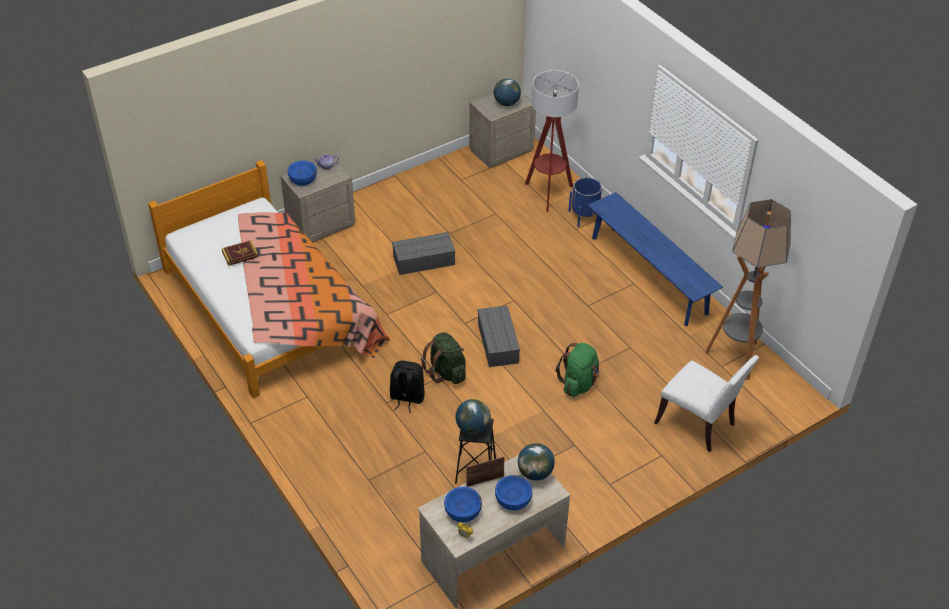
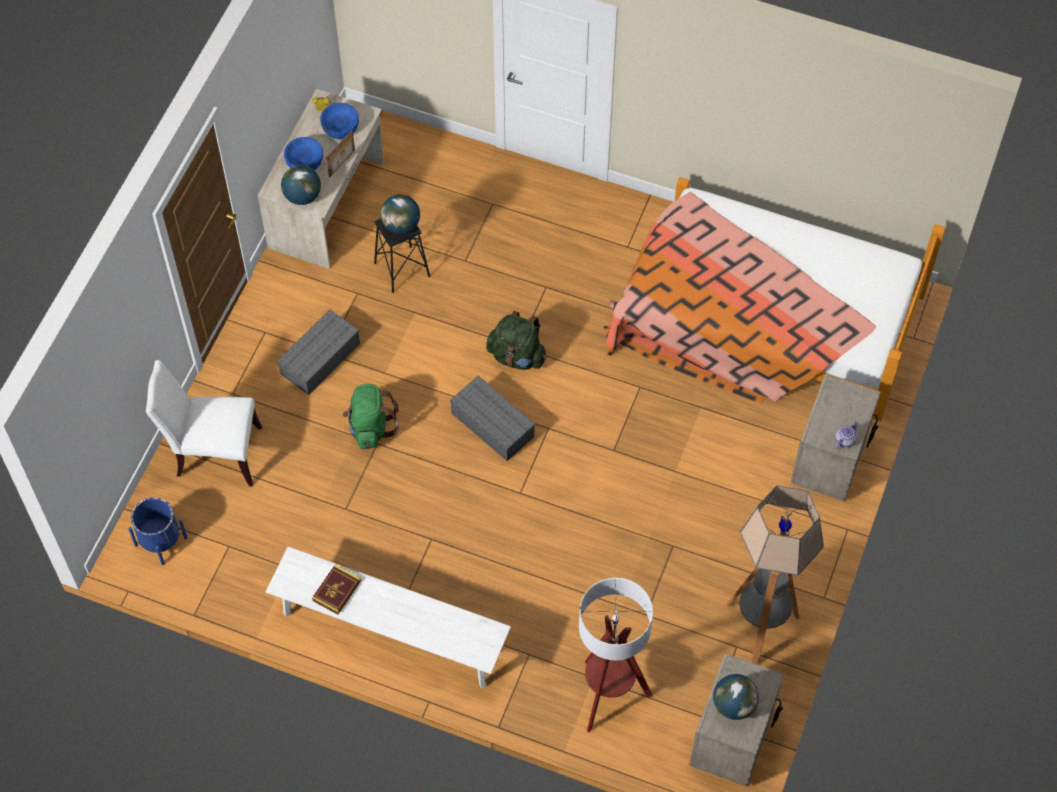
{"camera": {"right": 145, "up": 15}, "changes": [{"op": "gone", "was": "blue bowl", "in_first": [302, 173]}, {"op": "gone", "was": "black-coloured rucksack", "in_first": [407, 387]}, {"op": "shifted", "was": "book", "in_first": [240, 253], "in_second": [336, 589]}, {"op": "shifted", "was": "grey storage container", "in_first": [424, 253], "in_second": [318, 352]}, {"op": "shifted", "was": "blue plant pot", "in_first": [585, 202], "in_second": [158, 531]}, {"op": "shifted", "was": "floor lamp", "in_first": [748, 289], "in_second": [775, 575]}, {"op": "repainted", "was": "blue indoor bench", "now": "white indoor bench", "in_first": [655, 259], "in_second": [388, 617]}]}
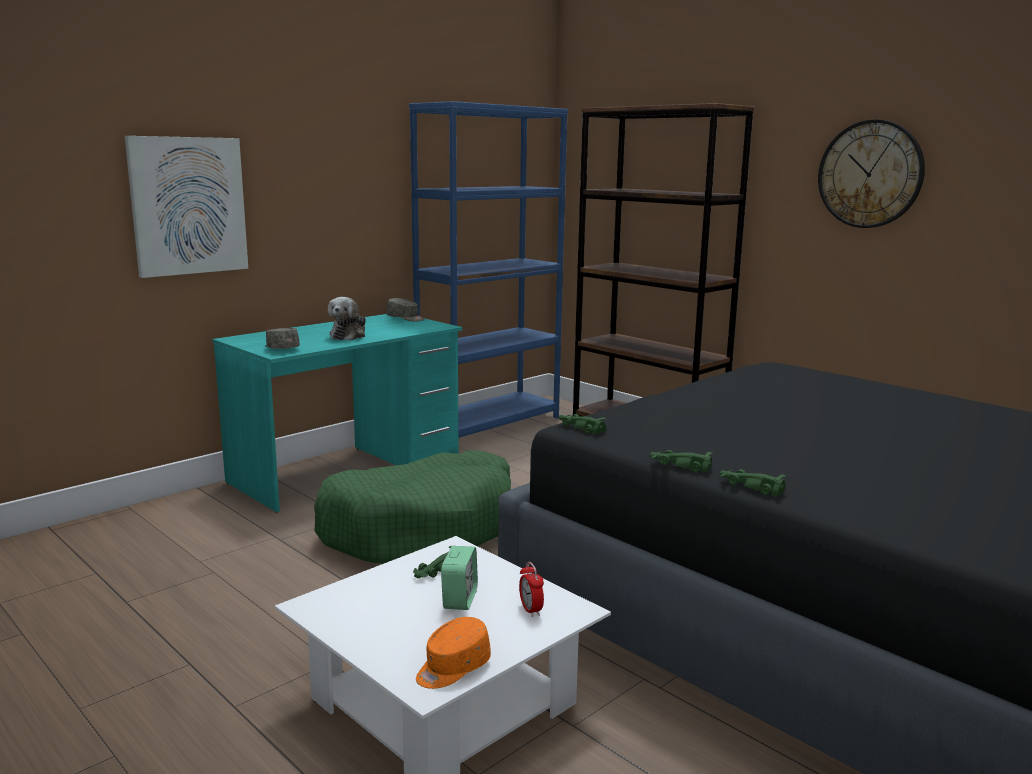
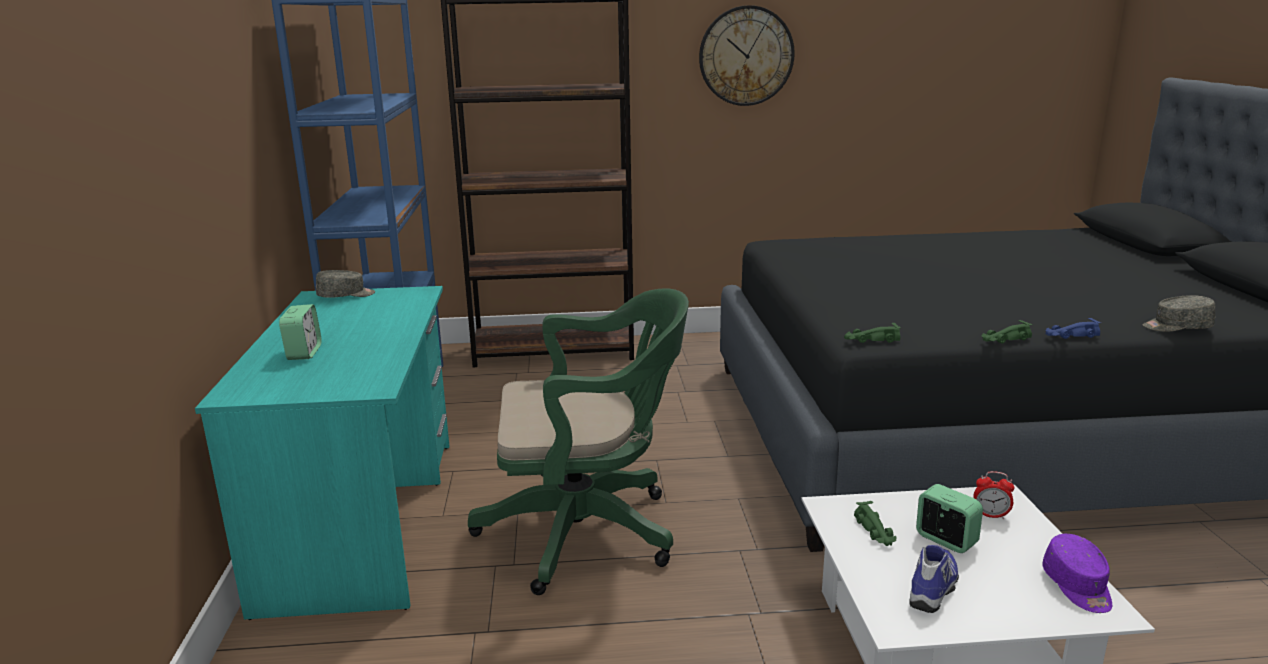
{"camera": {"right": -50, "up": 5}, "changes": [{"op": "gone", "was": "picture", "in_first": [186, 207]}, {"op": "gone", "was": "cuddly toy", "in_first": [347, 318]}, {"op": "new", "now": "bedside clock", "in_second": [300, 332]}, {"op": "new", "now": "shoe", "in_second": [934, 579]}, {"op": "shifted", "was": "grey baseball cap", "in_first": [282, 338], "in_second": [1178, 313]}, {"op": "swapped", "was": "greenish pet bed", "now": "greenish desk chair", "in_first": [412, 507], "in_second": [578, 441]}, {"op": "repainted", "was": "orange baseball cap", "now": "purple baseball cap", "in_first": [453, 653], "in_second": [1077, 573]}, {"op": "repainted", "was": "greenish miniature car", "now": "blue miniature car", "in_first": [752, 482], "in_second": [1073, 328]}]}
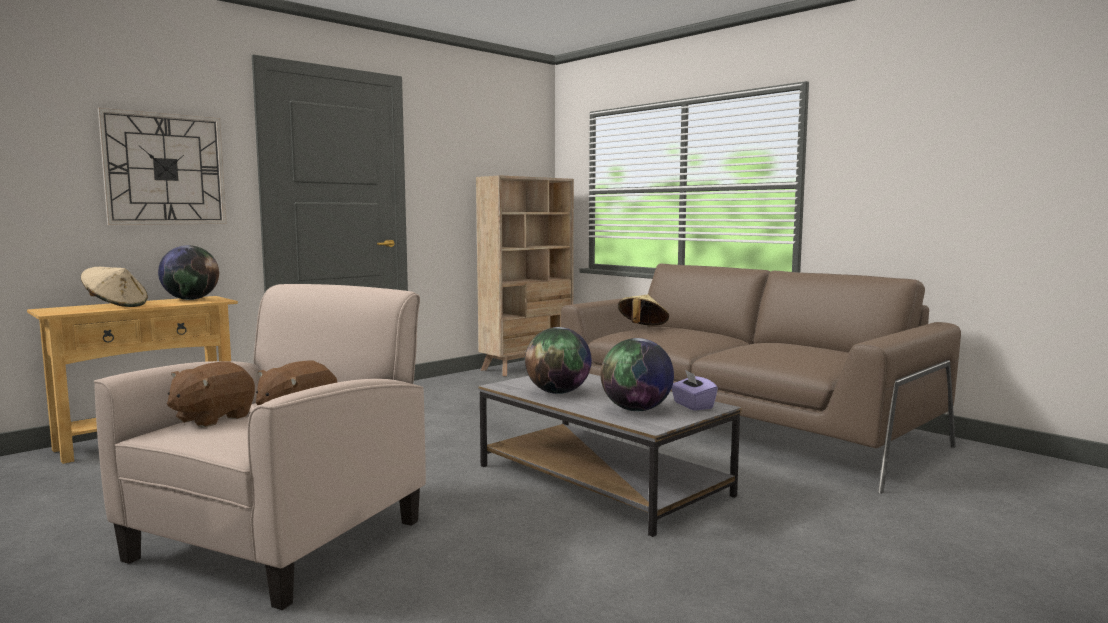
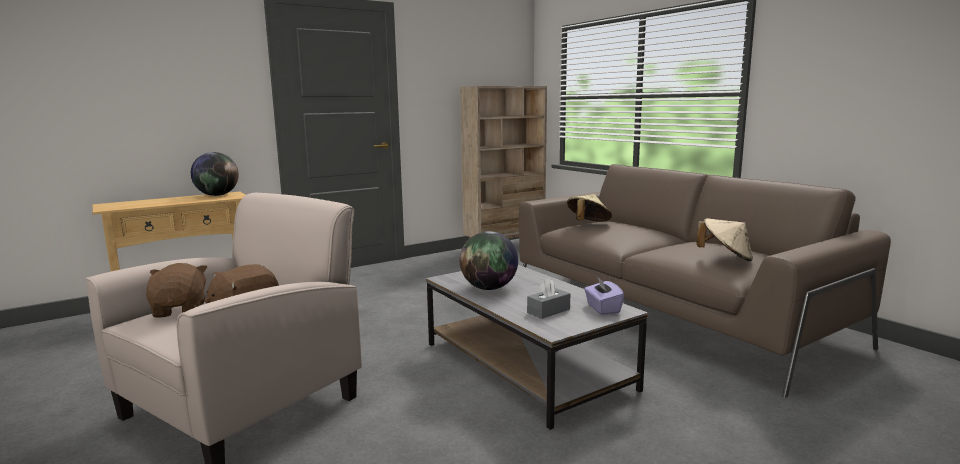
{"camera": {"right": 10, "up": 5}, "changes": [{"op": "gone", "was": "wall clock", "in_first": [162, 166]}, {"op": "shifted", "was": "beige-coloured wearable hat", "in_first": [114, 287], "in_second": [724, 239]}, {"op": "swapped", "was": "globe", "now": "grey tissue box", "in_first": [637, 374], "in_second": [548, 298]}, {"op": "rotated", "was": "brown-coloured cuddly toy", "in_first": [211, 394], "in_second": [177, 290], "clockwise": 120}]}
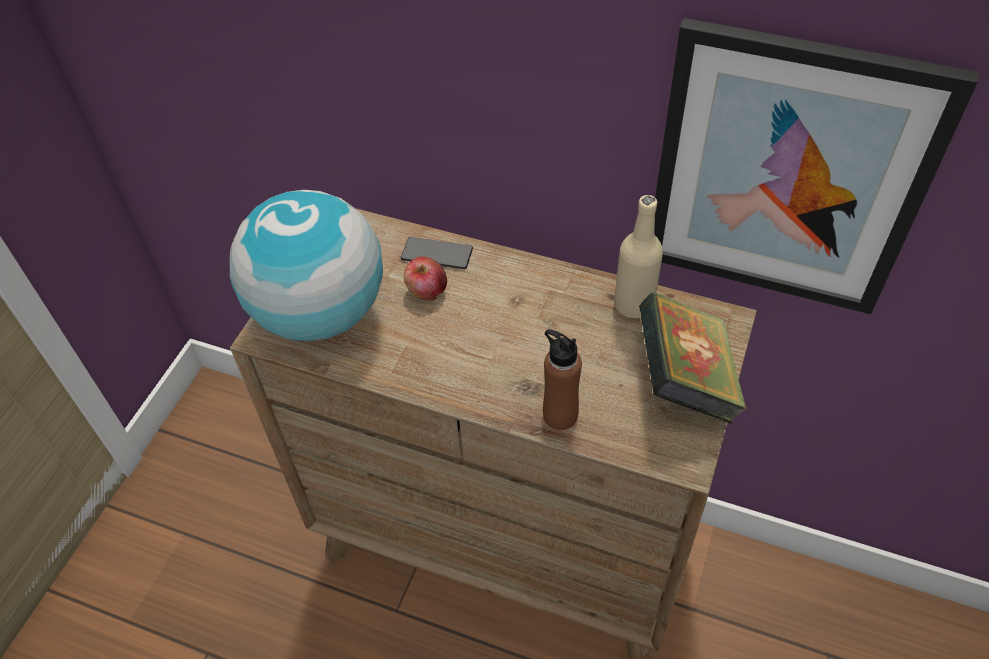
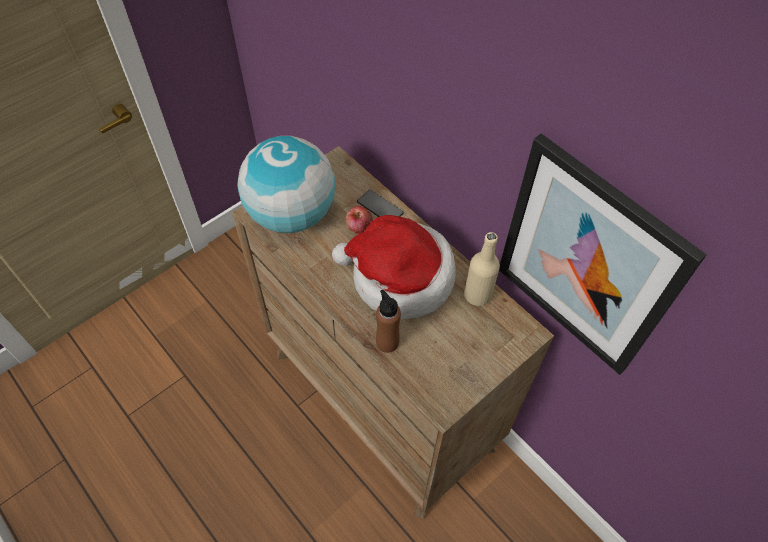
{"camera": {"right": 25, "up": 5}, "changes": [{"op": "gone", "was": "book", "in_first": [693, 358]}, {"op": "new", "now": "wearable hat", "in_second": [394, 267]}]}
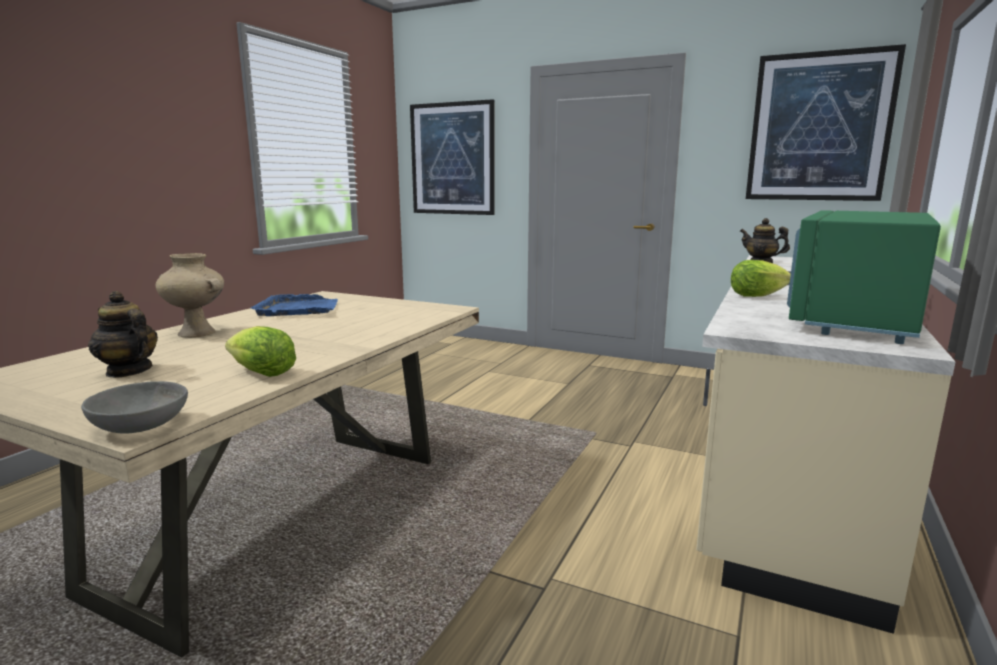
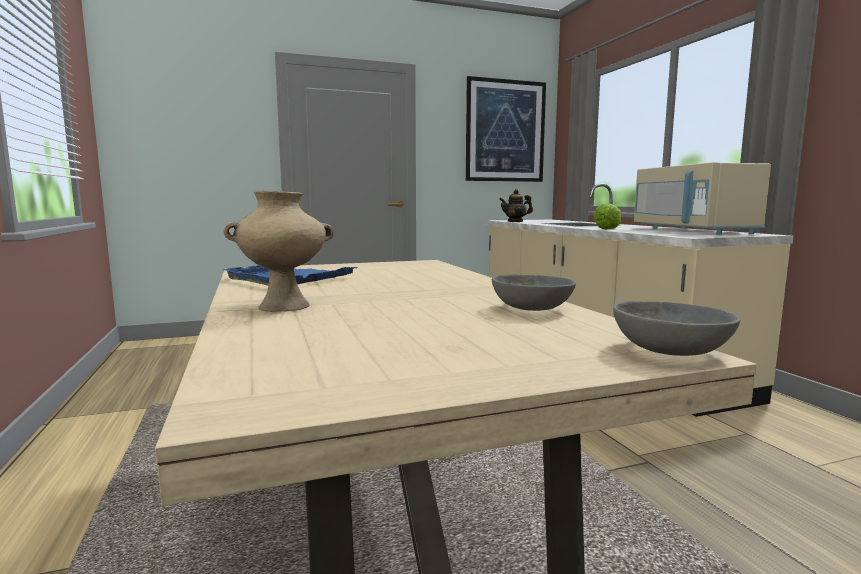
{"camera": {"right": -45, "up": -5}, "changes": [{"op": "gone", "was": "pot for tea", "in_first": [123, 334]}, {"op": "gone", "was": "picture", "in_first": [452, 157]}, {"op": "swapped", "was": "head of lettuce", "now": "grey bowl", "in_first": [260, 351], "in_second": [534, 292]}, {"op": "repainted", "was": "greenish microwave oven", "now": "beige-coloured microwave oven", "in_first": [864, 277], "in_second": [702, 198]}]}
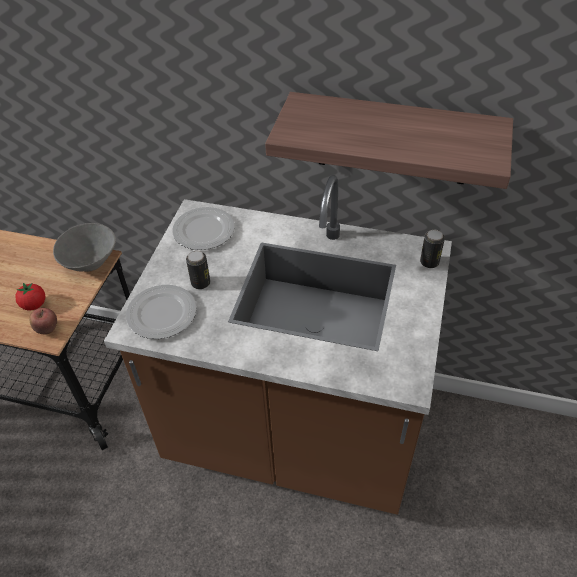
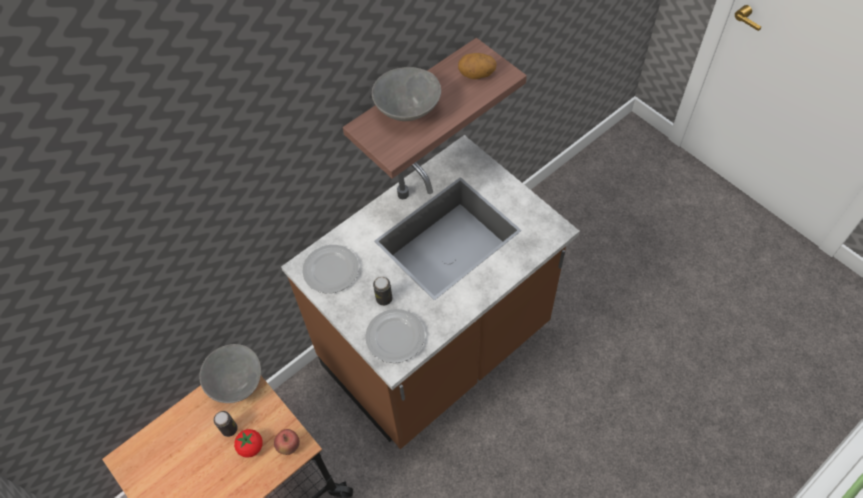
{"camera": {"right": -55, "up": 10}, "changes": [{"op": "new", "now": "grey bowl", "in_second": [406, 94]}, {"op": "new", "now": "spud", "in_second": [477, 66]}, {"op": "shifted", "was": "metal can", "in_first": [432, 249], "in_second": [226, 424]}]}
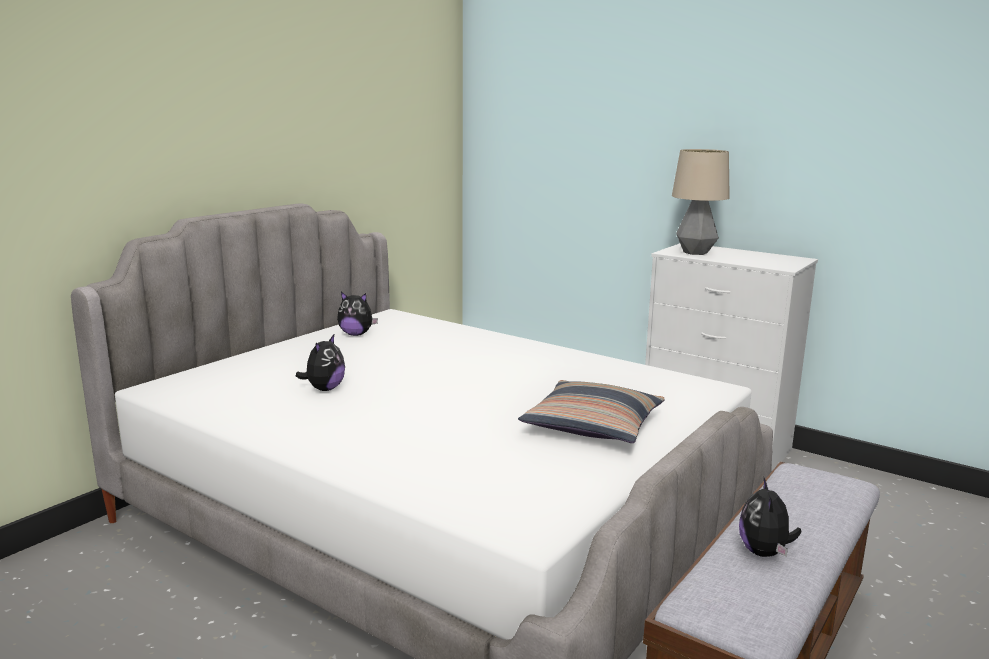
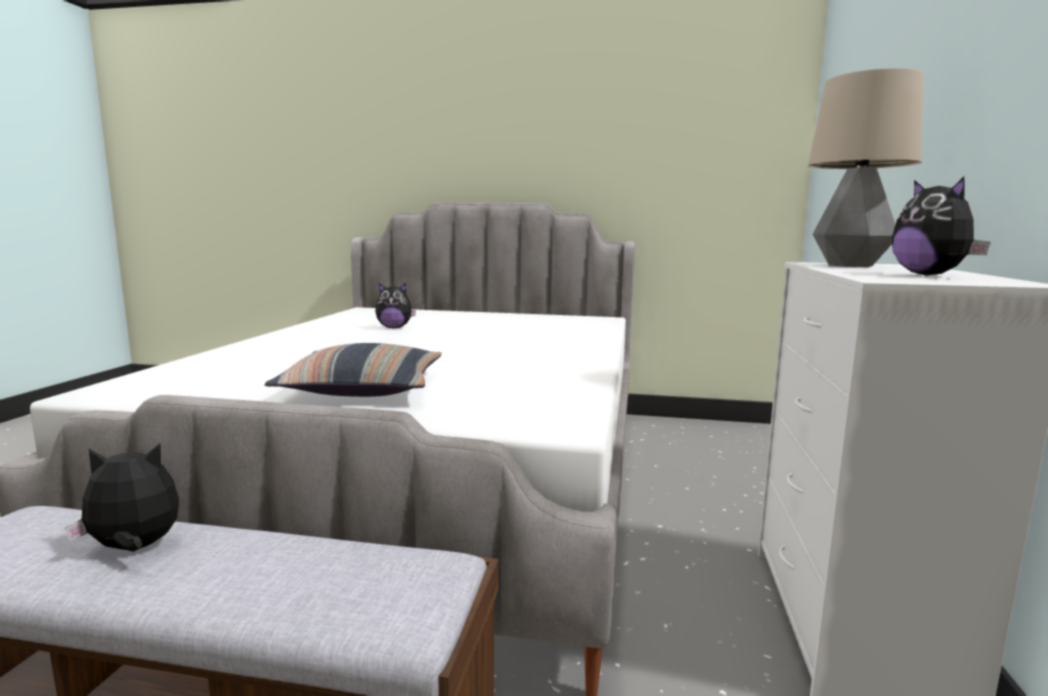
{"camera": {"right": 65, "up": -5}, "changes": [{"op": "shifted", "was": "cuddly toy", "in_first": [357, 314], "in_second": [941, 226]}]}
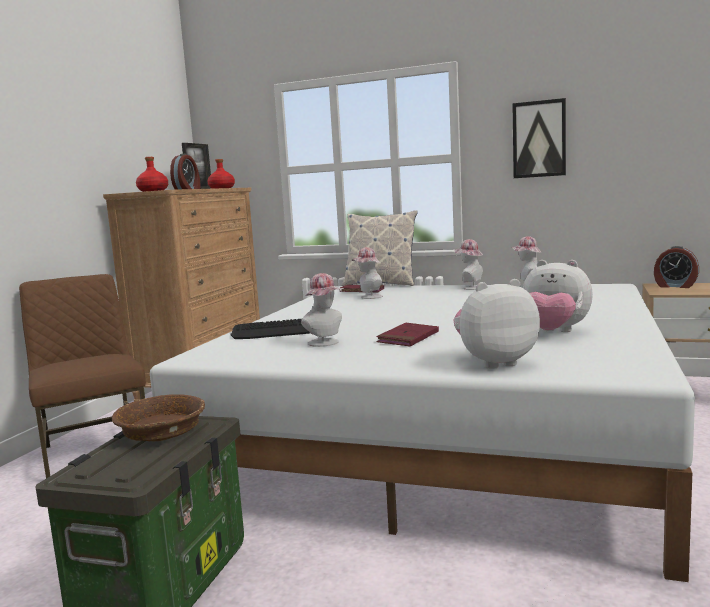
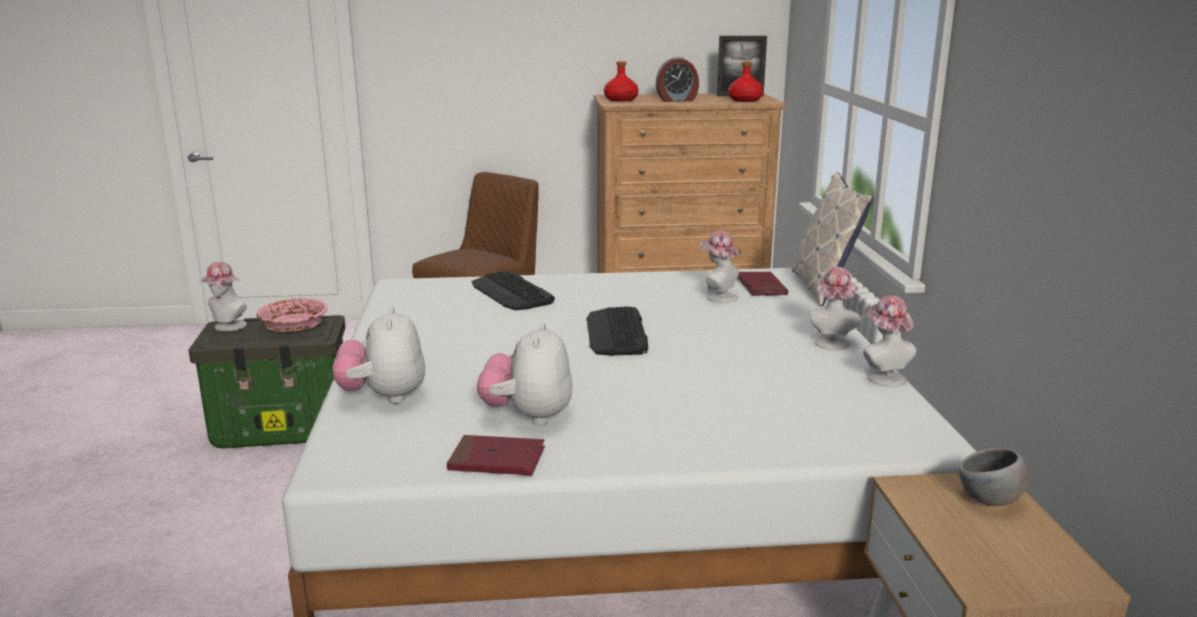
{"camera": {"right": 65, "up": 10}, "changes": [{"op": "gone", "was": "picture", "in_first": [539, 138]}, {"op": "new", "now": "PC keyboard", "in_second": [617, 331]}, {"op": "shifted", "was": "wearable hat", "in_first": [321, 310], "in_second": [223, 296]}, {"op": "shifted", "was": "red book", "in_first": [407, 335], "in_second": [496, 455]}, {"op": "swapped", "was": "bedside clock", "now": "grey bowl", "in_first": [676, 267], "in_second": [994, 477]}, {"op": "repainted", "was": "brown-coloured bowl", "now": "pinkish bowl", "in_first": [158, 417], "in_second": [292, 315]}, {"op": "rotated", "was": "cuddly toy", "in_first": [497, 324], "in_second": [379, 355], "clockwise": -150}]}
